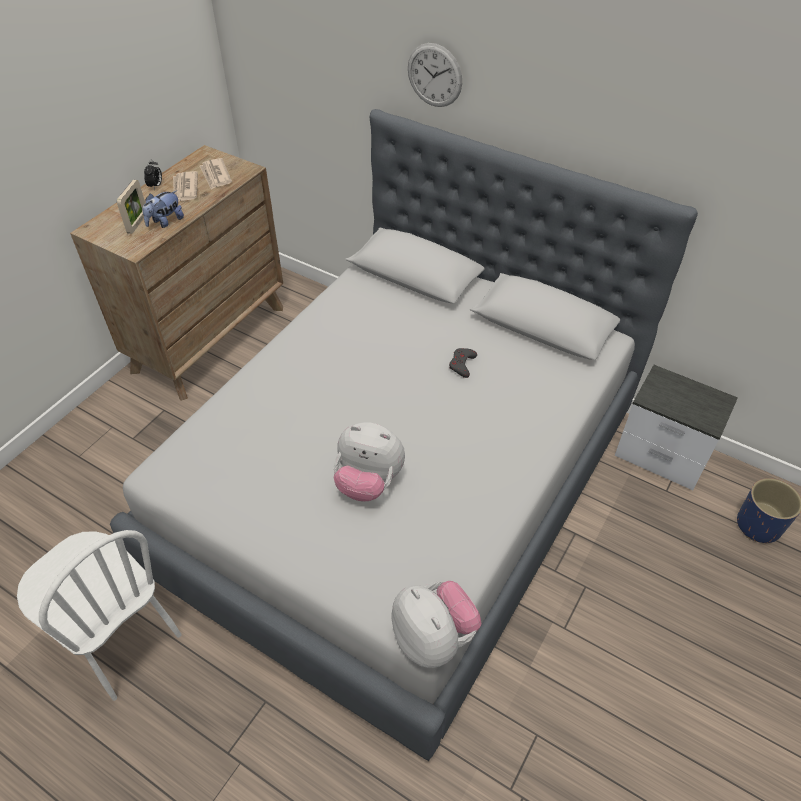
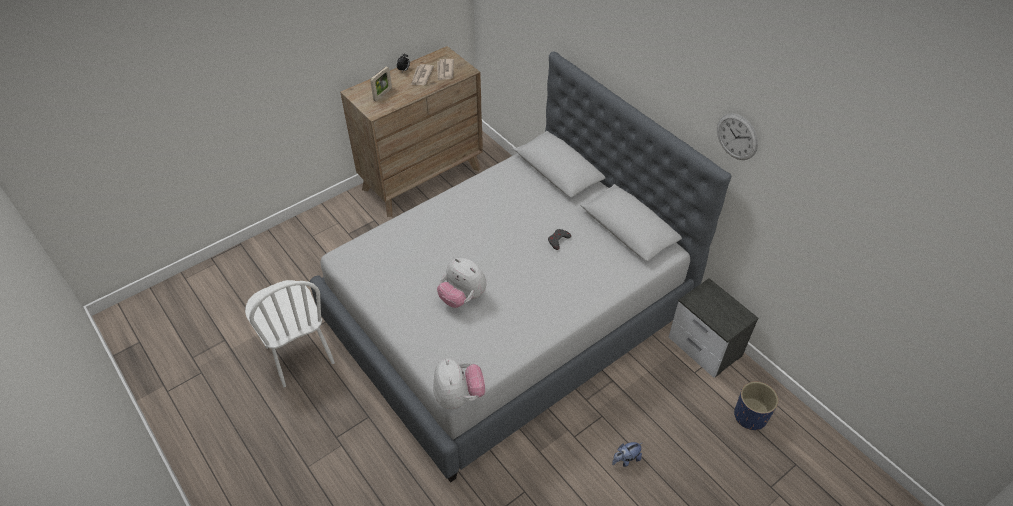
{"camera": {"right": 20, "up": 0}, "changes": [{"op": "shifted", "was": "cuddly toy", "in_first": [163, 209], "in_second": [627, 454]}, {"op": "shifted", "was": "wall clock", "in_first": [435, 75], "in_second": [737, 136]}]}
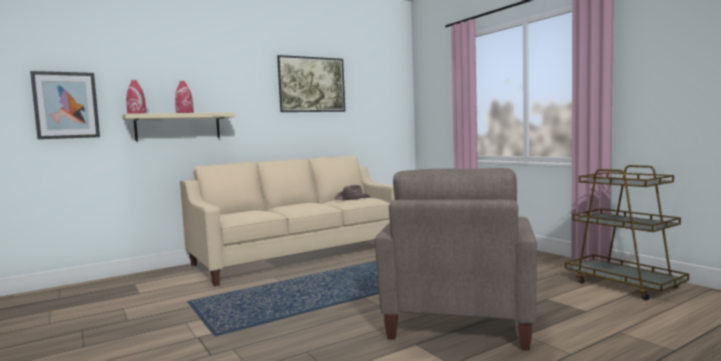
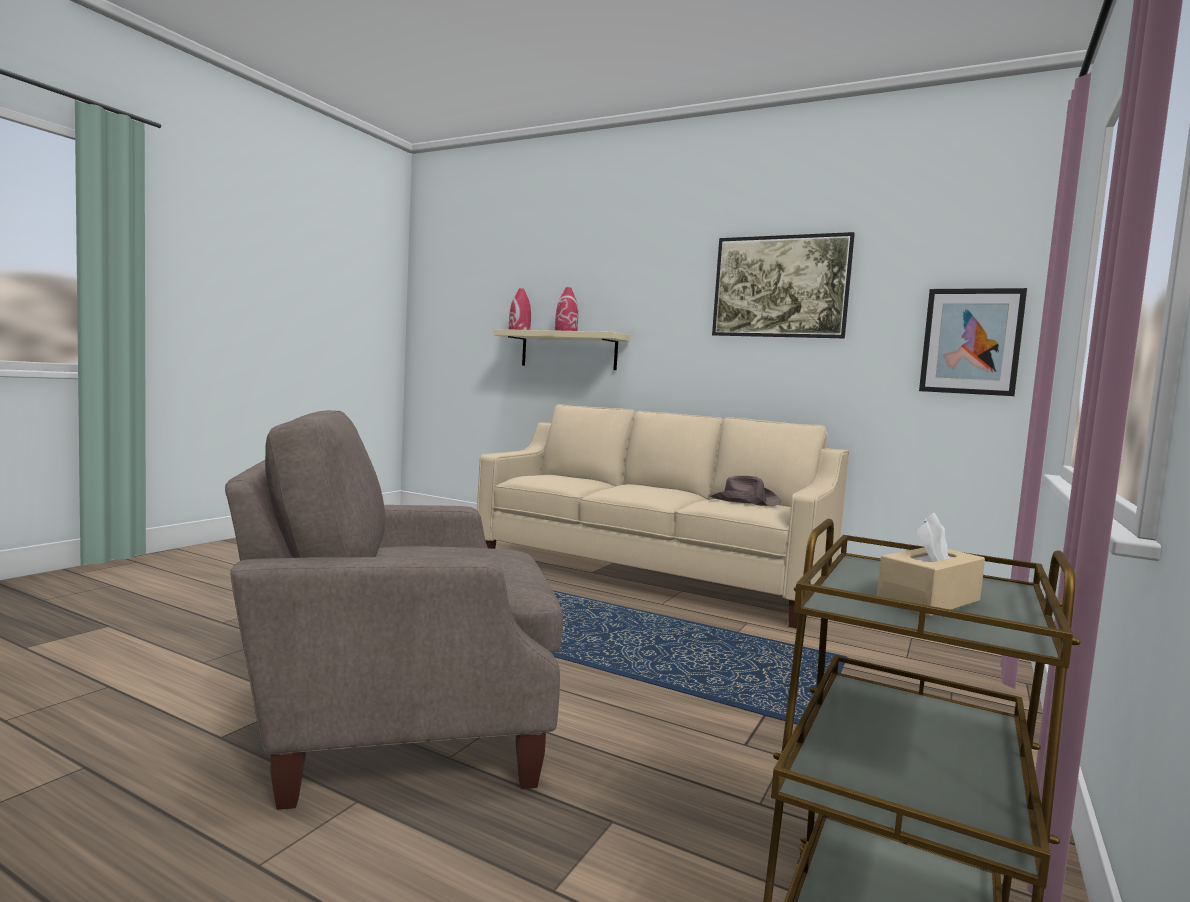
{"camera": {"right": 60, "up": 0}, "changes": [{"op": "new", "now": "beige-coloured tissue box", "in_second": [931, 564]}, {"op": "shifted", "was": "picture", "in_first": [65, 105], "in_second": [973, 342]}]}
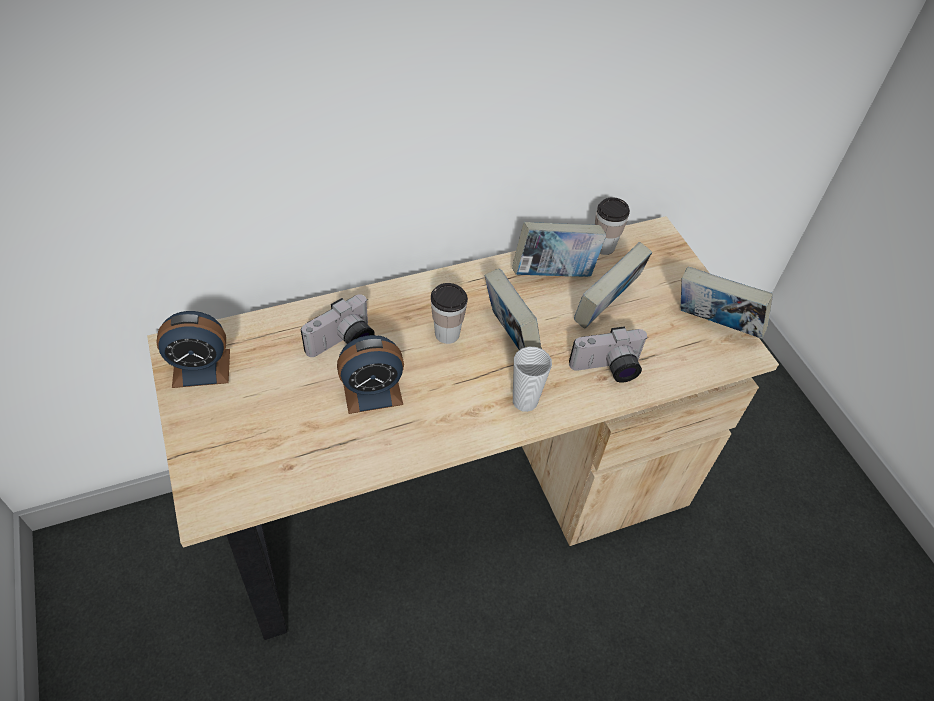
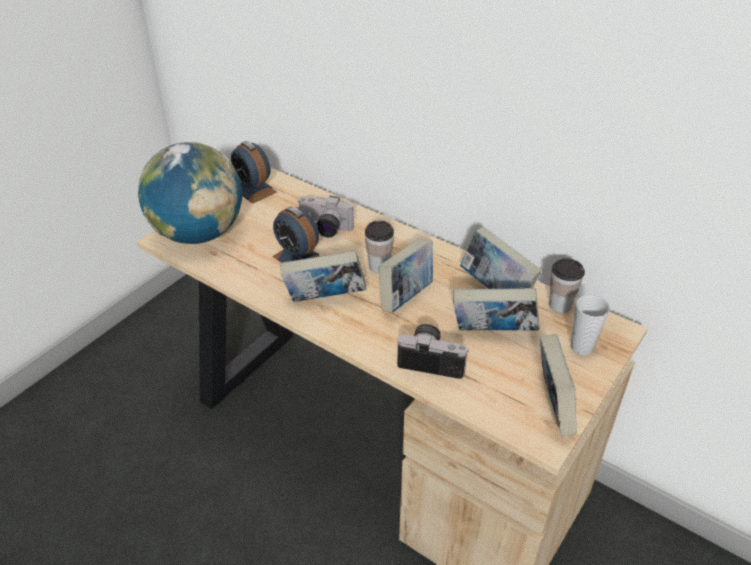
{"camera": {"right": 60, "up": -10}, "changes": [{"op": "new", "now": "globe", "in_second": [190, 193]}, {"op": "new", "now": "book", "in_second": [323, 276]}, {"op": "shifted", "was": "drinking cup", "in_first": [532, 379], "in_second": [590, 325]}, {"op": "rotated", "was": "photo camera", "in_first": [608, 354], "in_second": [433, 351], "clockwise": 150}]}
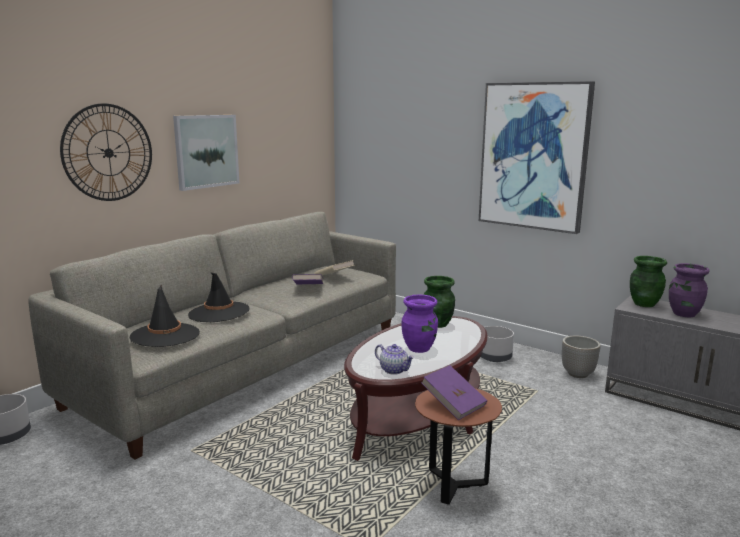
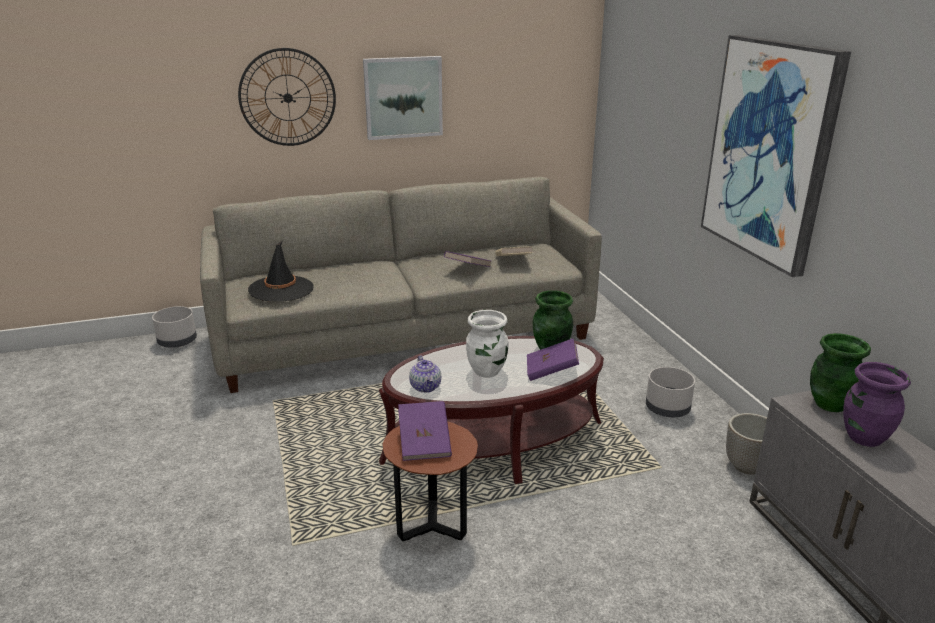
{"camera": {"right": 35, "up": 10}, "changes": [{"op": "gone", "was": "black-coloured wearable hat", "in_first": [219, 297]}, {"op": "new", "now": "purple book", "in_second": [553, 359]}, {"op": "repainted", "was": "purple flower vase", "now": "white flower vase", "in_first": [419, 323], "in_second": [487, 344]}]}
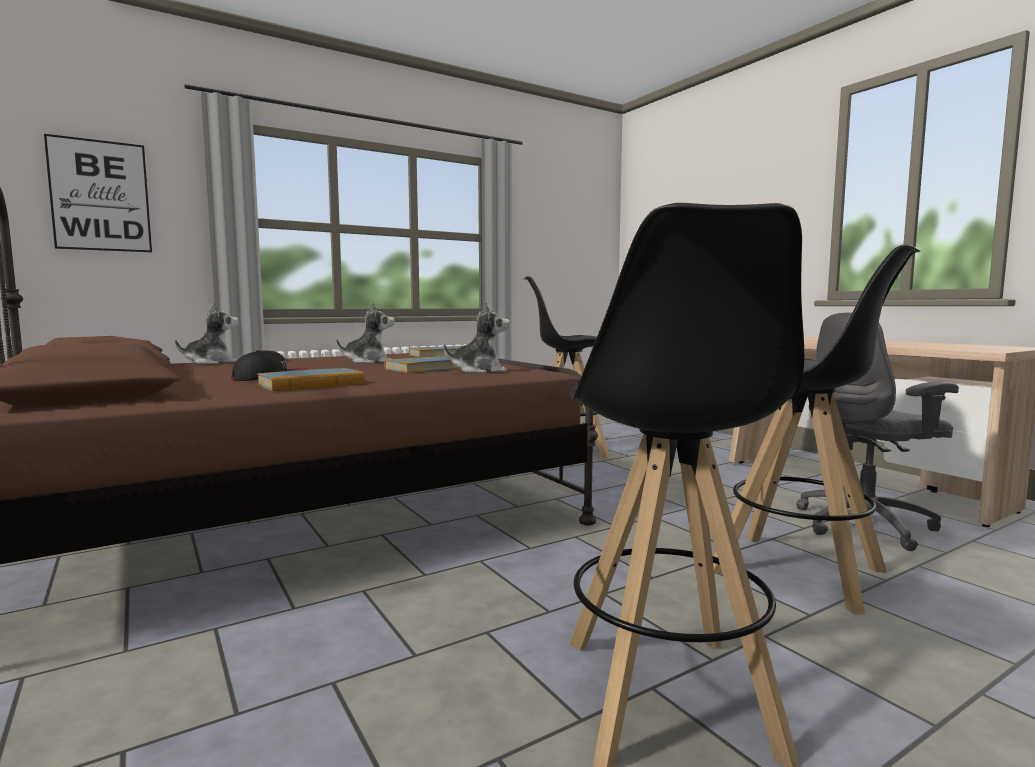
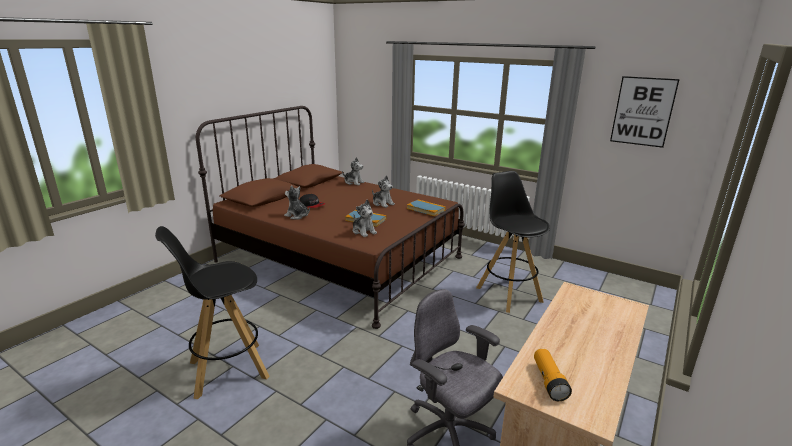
{"camera": {"right": 65, "up": 15}, "changes": [{"op": "gone", "was": "black-coloured sitting stool", "in_first": [817, 429]}, {"op": "new", "now": "flashlight", "in_second": [553, 375]}, {"op": "shifted", "was": "picture", "in_first": [98, 193], "in_second": [645, 112]}, {"op": "swapped", "was": "book", "now": "cuddly toy", "in_first": [311, 379], "in_second": [297, 202]}]}
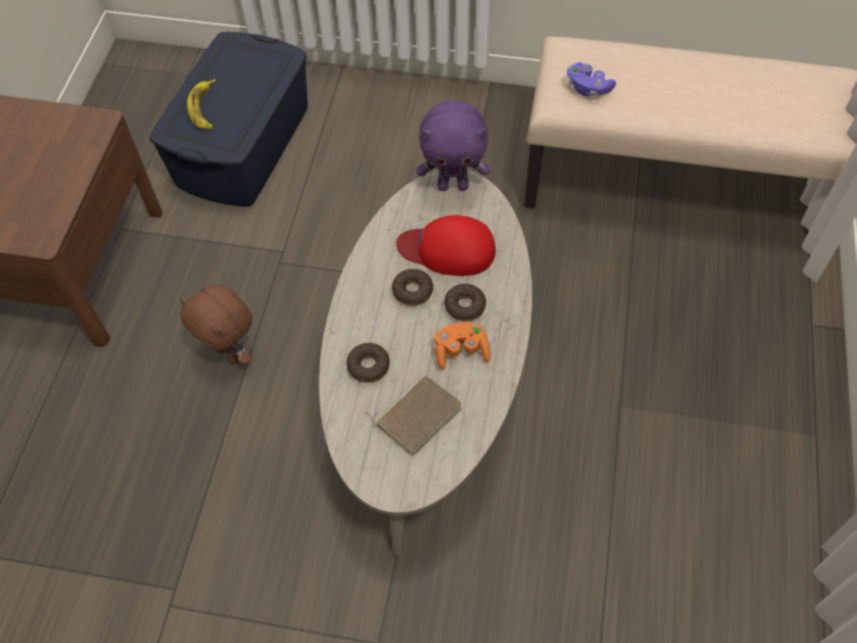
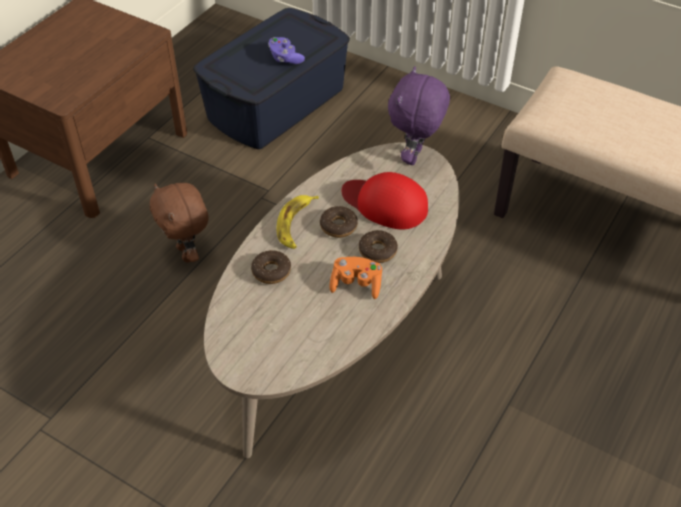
{"camera": {"right": 20, "up": -10}, "changes": [{"op": "gone", "was": "brown-coloured book", "in_first": [413, 416]}, {"op": "shifted", "was": "banana fruit", "in_first": [201, 104], "in_second": [297, 222]}, {"op": "shifted", "was": "purple joypad", "in_first": [591, 79], "in_second": [286, 50]}, {"op": "rotated", "was": "purple cuddly toy", "in_first": [453, 145], "in_second": [419, 115], "clockwise": 90}]}
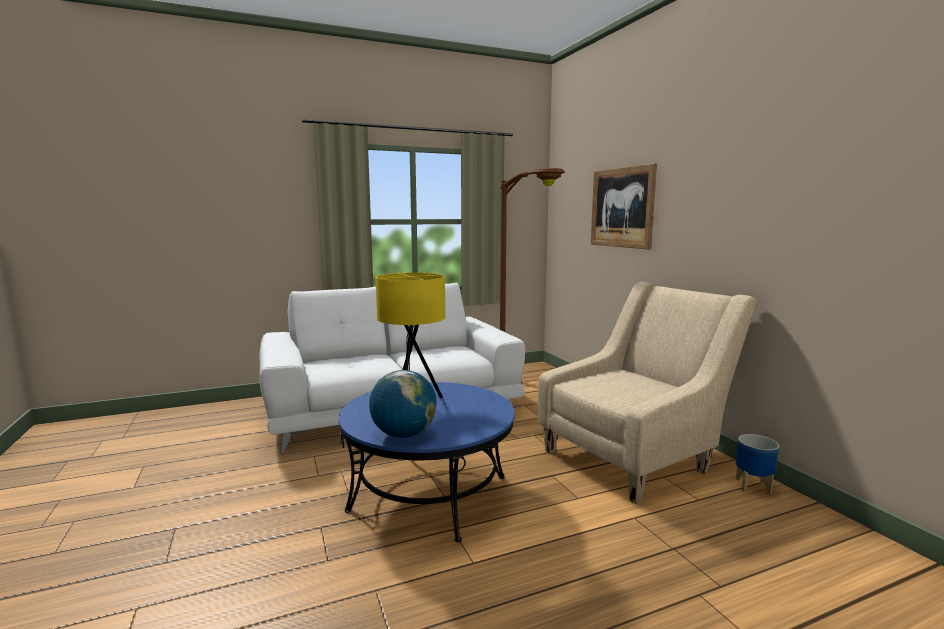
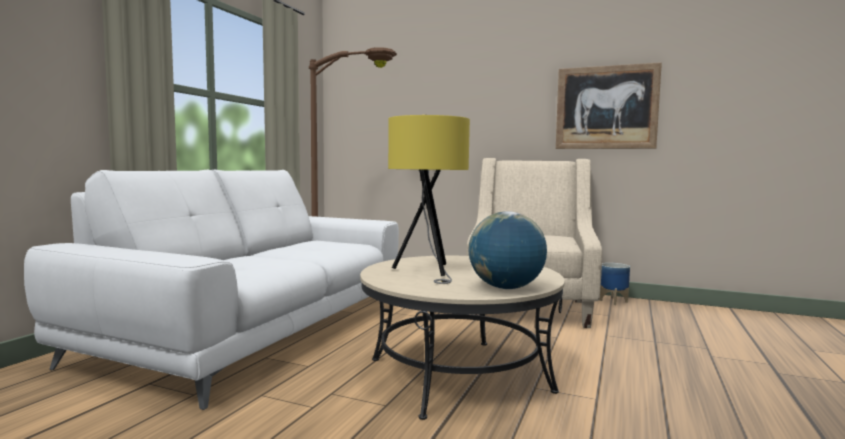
{"camera": {"right": -45, "up": -5}, "changes": [{"op": "shifted", "was": "picture", "in_first": [624, 206], "in_second": [609, 105]}, {"op": "repainted", "was": "blue coffee table", "now": "beige-coloured coffee table", "in_first": [427, 462], "in_second": [462, 338]}]}
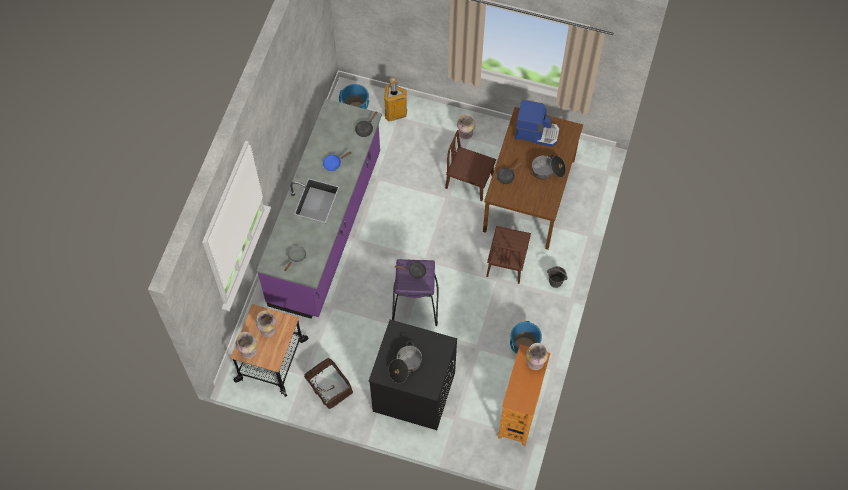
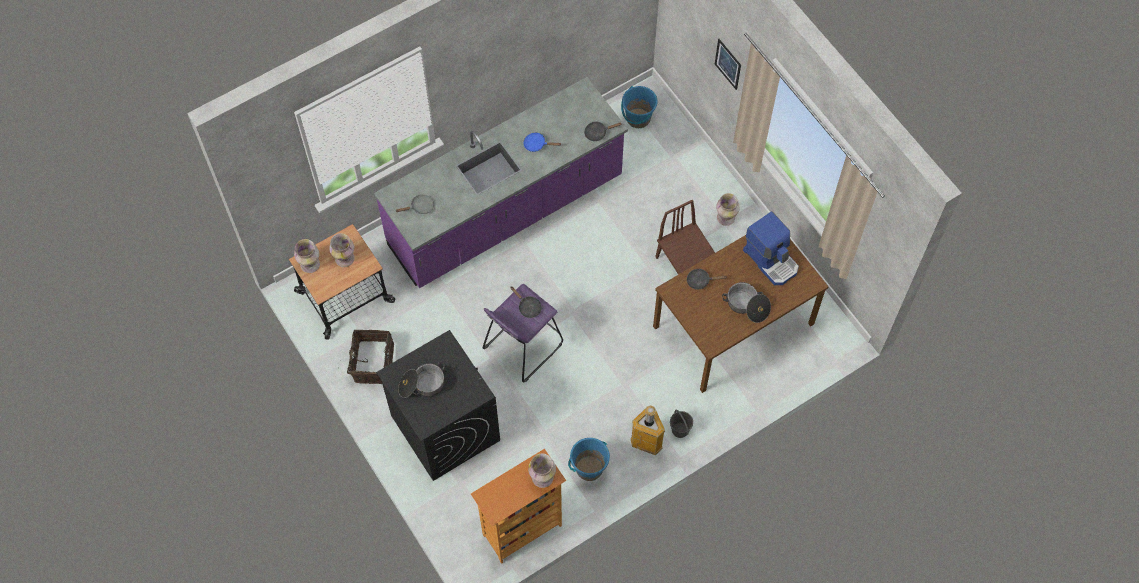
{"camera": {"right": 40, "up": 0}, "changes": [{"op": "gone", "was": "brown-coloured chair", "in_first": [508, 255]}, {"op": "new", "now": "picture", "in_second": [728, 64]}, {"op": "shifted", "was": "trash can", "in_first": [395, 99], "in_second": [648, 430]}]}
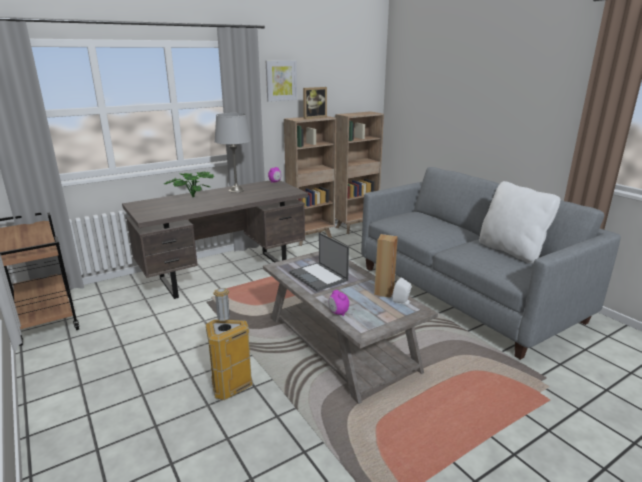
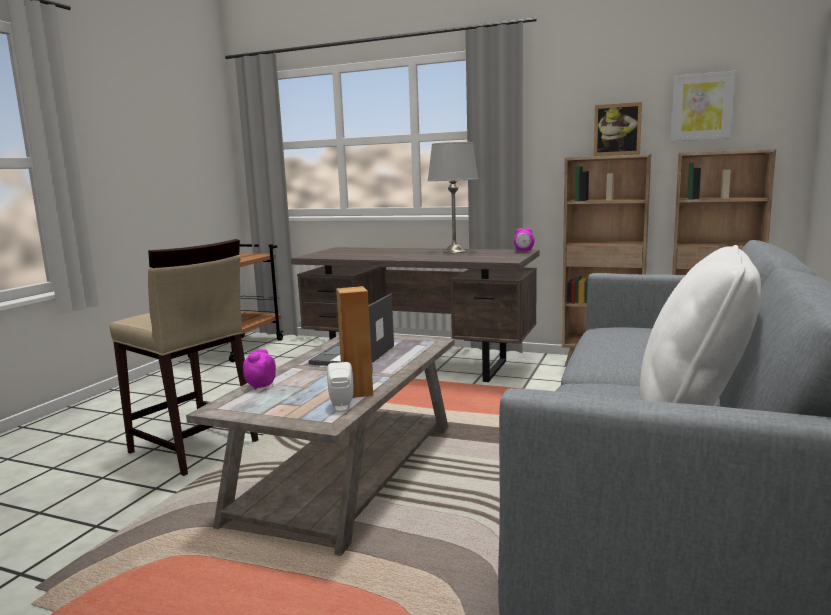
{"camera": {"right": 55, "up": -10}, "changes": [{"op": "gone", "was": "plant in a pot", "in_first": [189, 184]}, {"op": "shifted", "was": "picture", "in_first": [281, 81], "in_second": [703, 106]}, {"op": "swapped", "was": "trash can", "now": "beige-coloured sitting stool", "in_first": [229, 344], "in_second": [184, 357]}]}
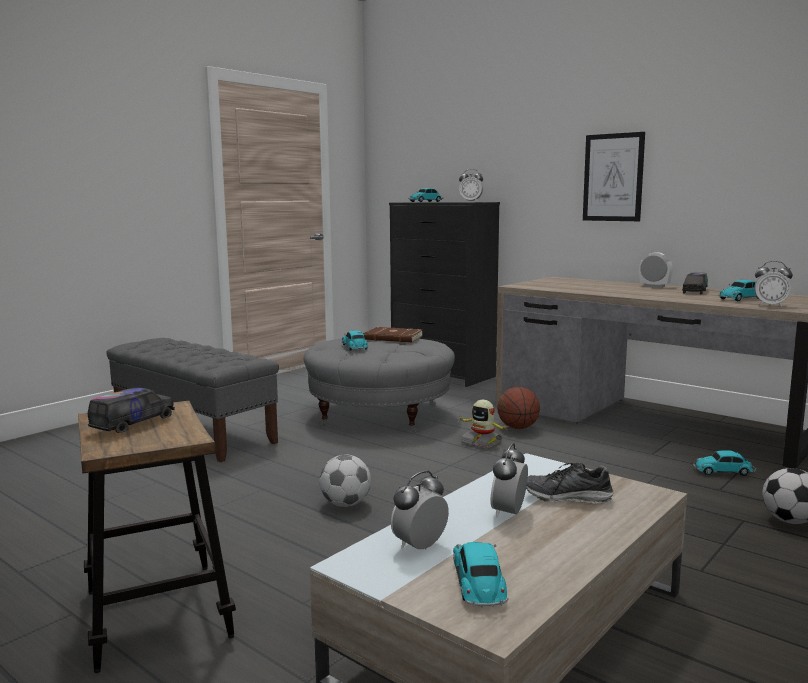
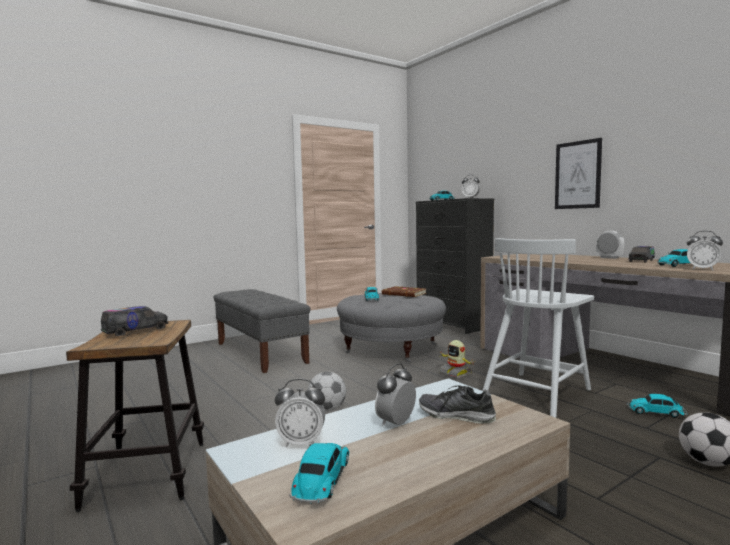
{"camera": {"right": 15, "up": -5}, "changes": [{"op": "gone", "was": "basketball", "in_first": [518, 408]}, {"op": "new", "now": "white chair", "in_second": [538, 328]}, {"op": "rotated", "was": "bedside clock", "in_first": [420, 510], "in_second": [300, 413], "clockwise": -150}]}
